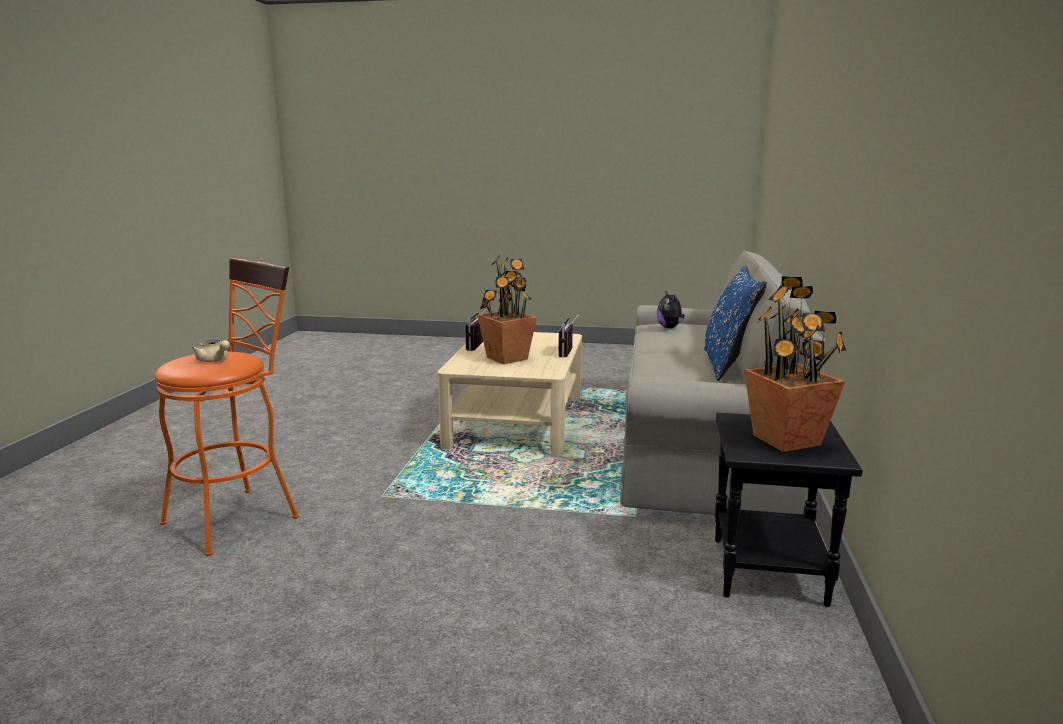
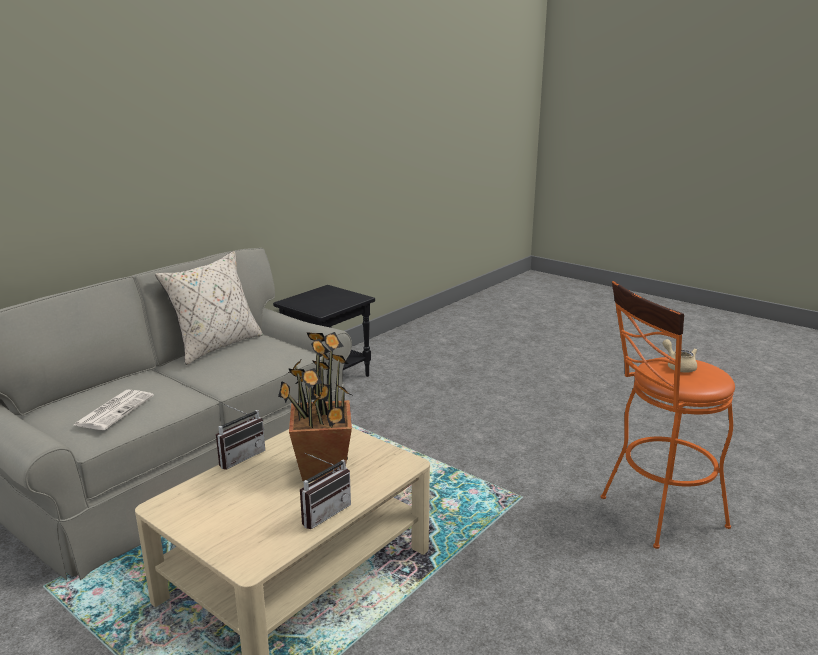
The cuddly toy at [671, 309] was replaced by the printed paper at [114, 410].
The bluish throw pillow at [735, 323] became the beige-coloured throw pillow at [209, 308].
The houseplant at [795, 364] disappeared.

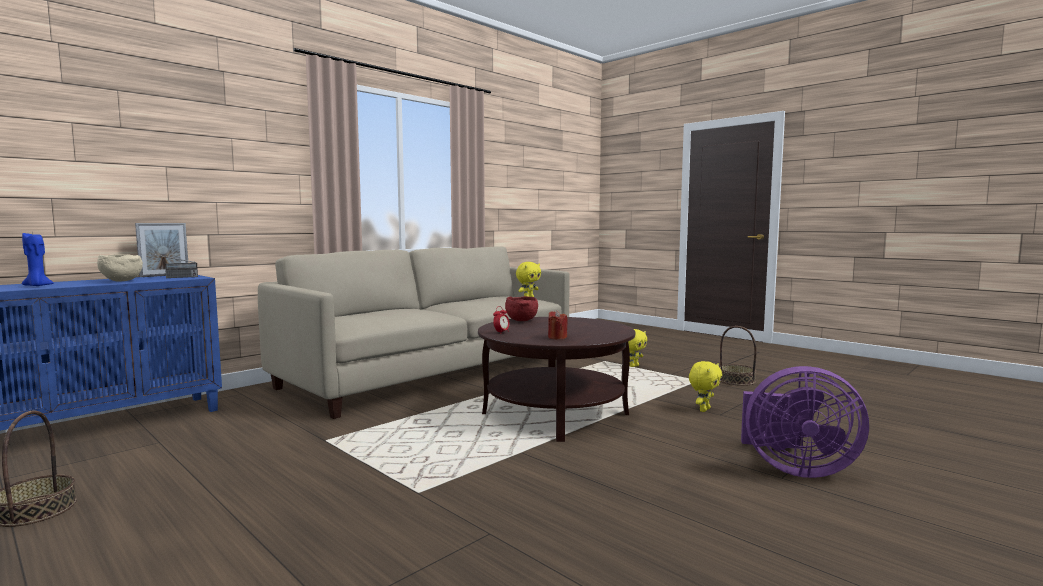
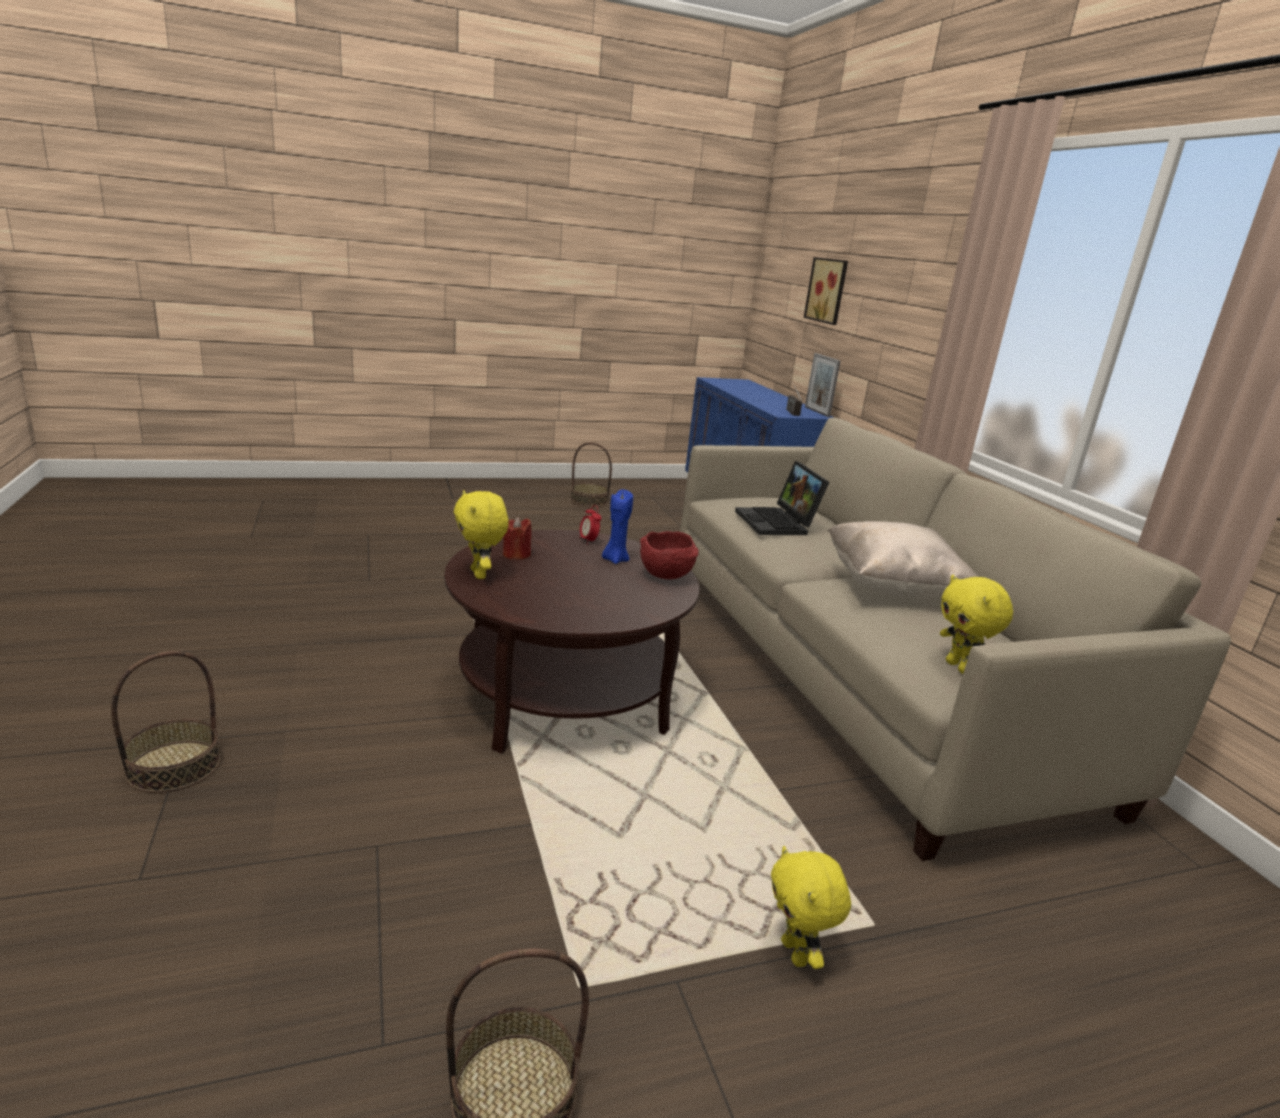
The purple electric fan at [805, 422] was replaced by the storage basket at [165, 722].
The yellow-coloured cuddly toy moved from [705, 386] to [481, 534].
The bluish candle moved from [38, 259] to [617, 526].
The laptop at [782, 498] appeared.
The picture at [826, 291] appeared.
The beige-coloured throw pillow at [903, 560] appeared.
The beige-coloured deep dish at [120, 268] disappeared.

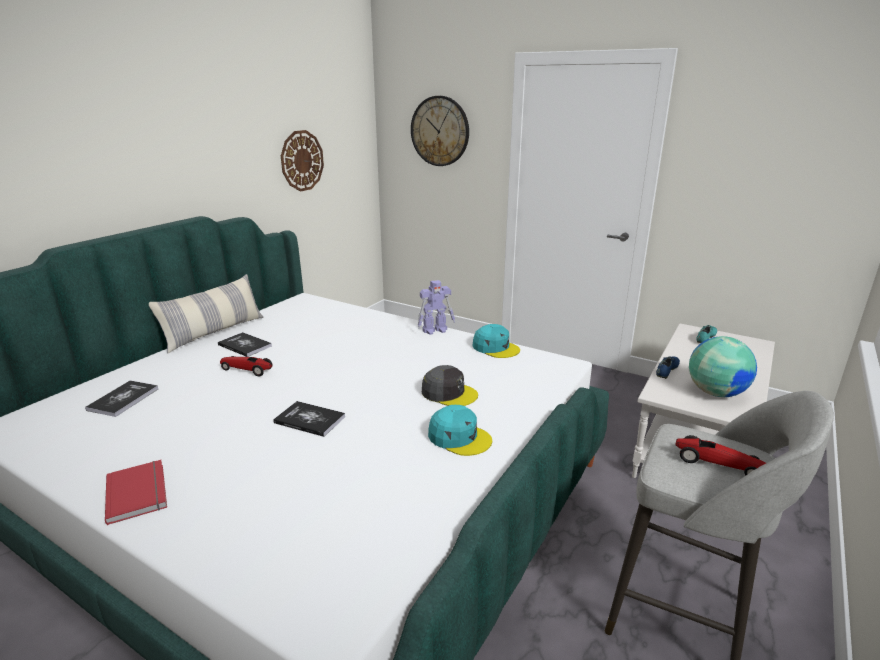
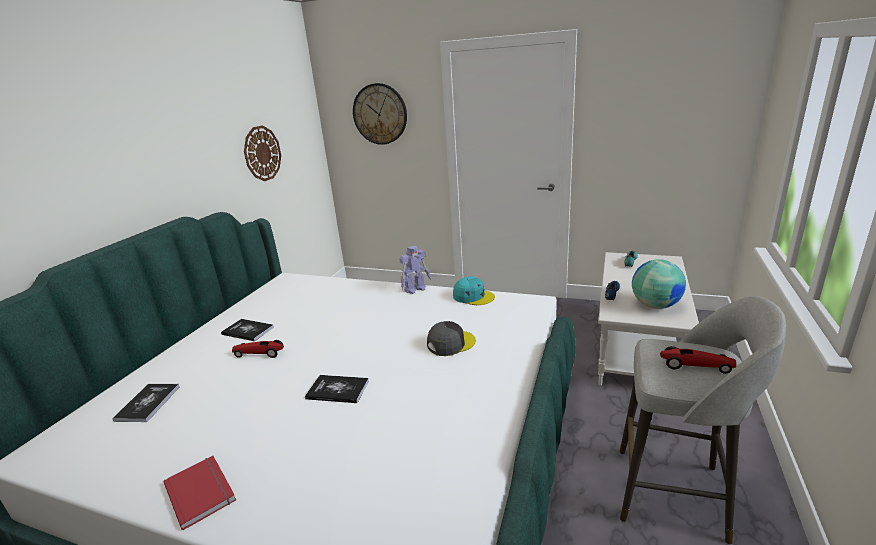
The greyish peaked cap at [450, 385] turned 45 degrees counterclockwise.
The throw pillow at [206, 313] disappeared.
The blue-green peaked cap at [460, 430] disappeared.

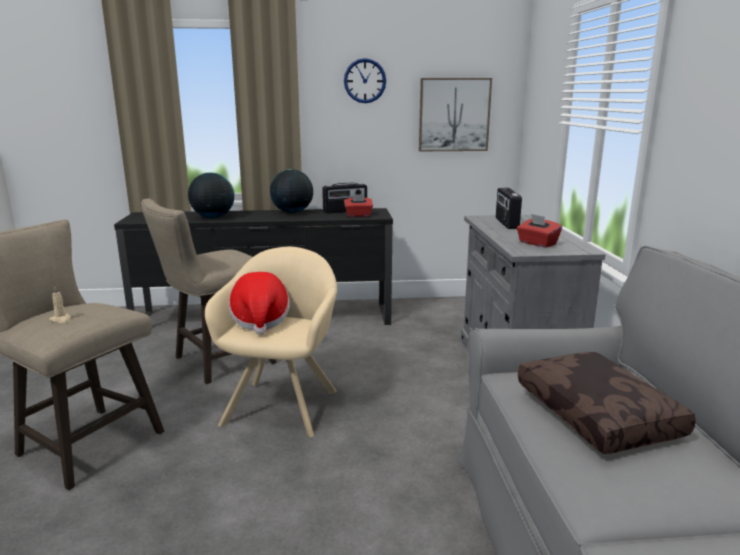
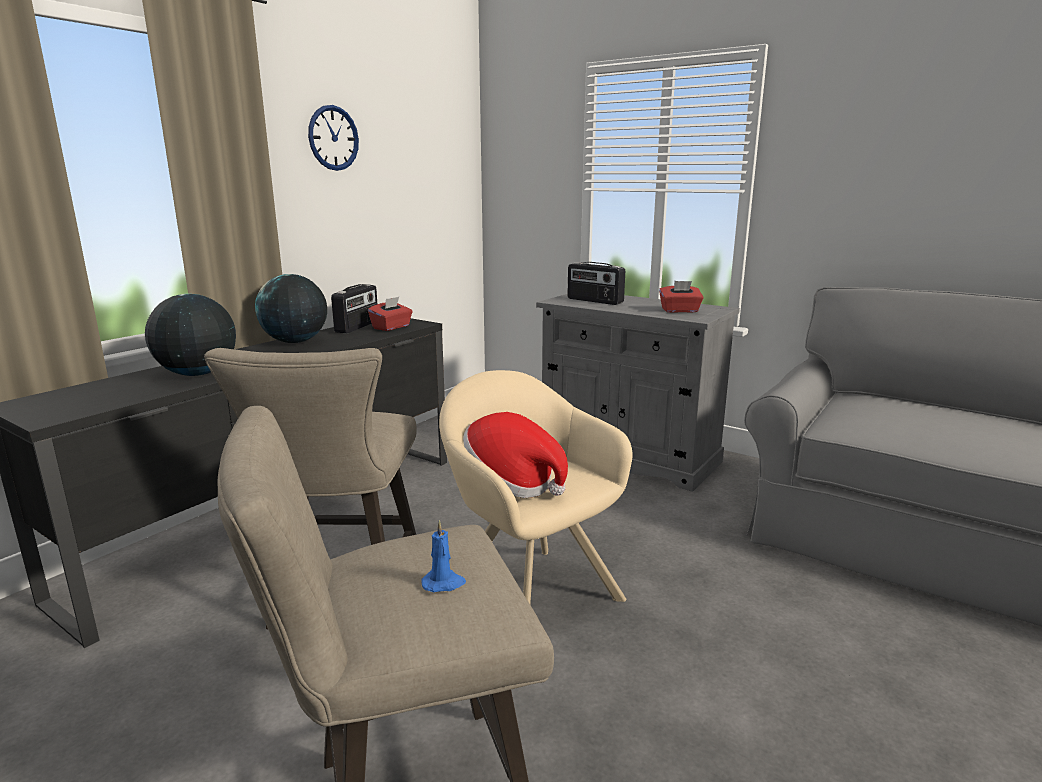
The beige-coloured candle at [60, 305] became the bluish candle at [444, 556].
The picture at [455, 114] disappeared.
The brownish throw pillow at [607, 403] disappeared.

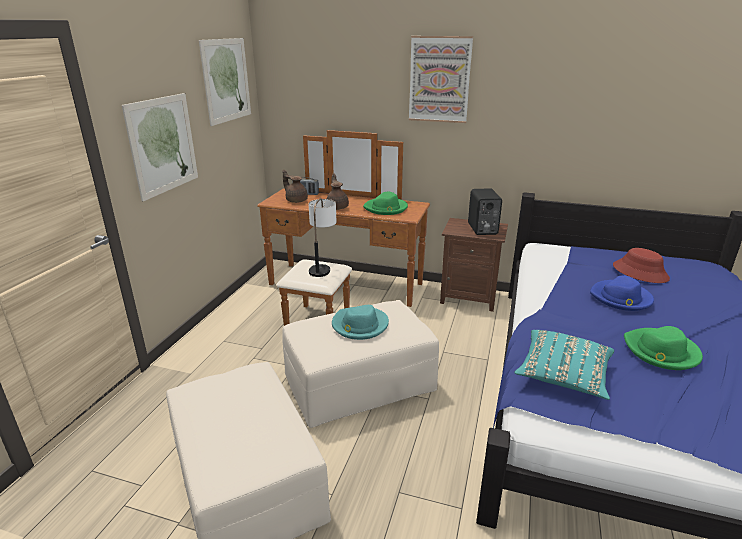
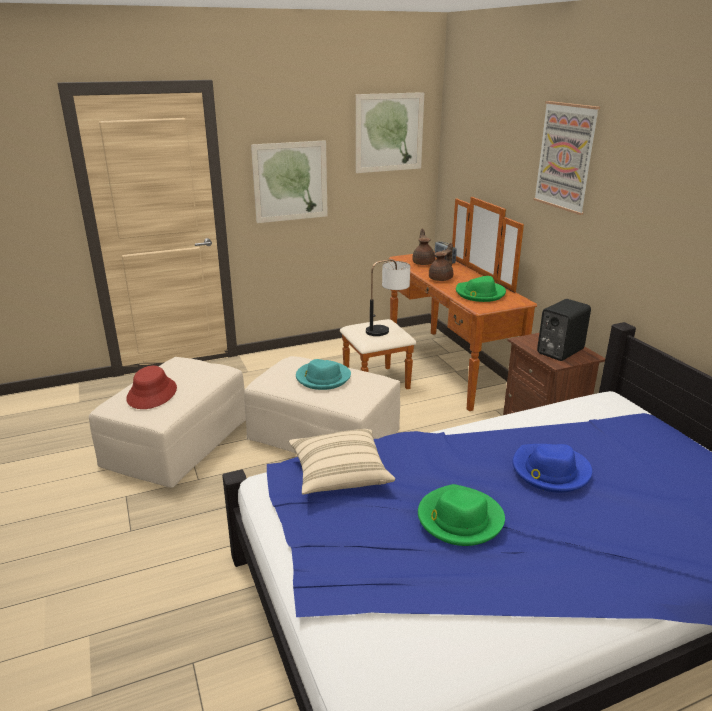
The reddish wearable hat moved from [641, 265] to [151, 387].
The blue-green throw pillow at [564, 365] became the beige-coloured throw pillow at [342, 462].

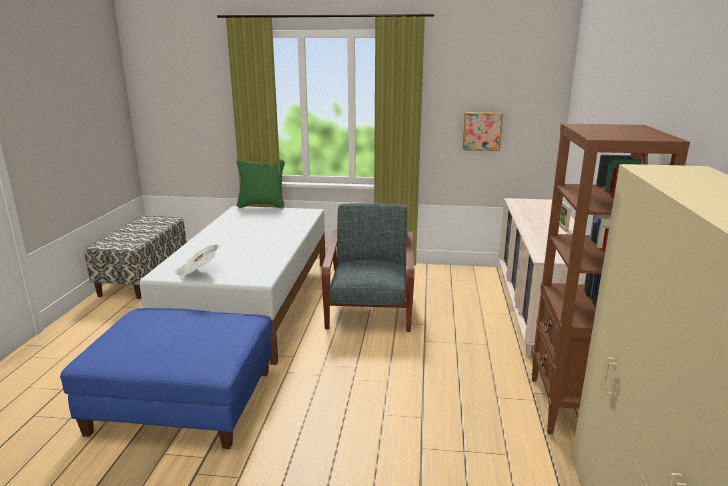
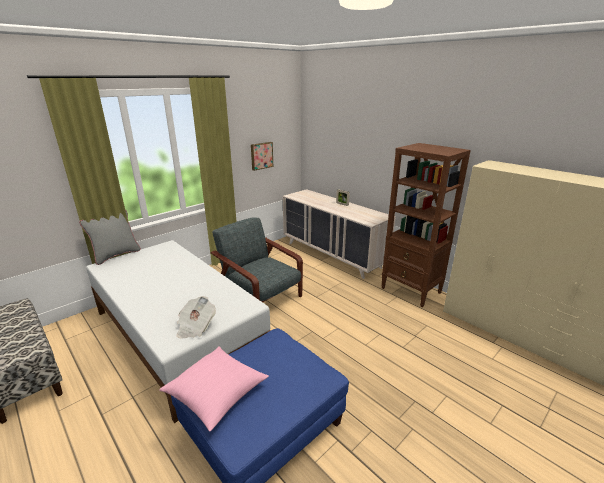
The green-coloured throw pillow at [261, 183] became the greyish throw pillow at [110, 237].
The pink throw pillow at [214, 388] appeared.

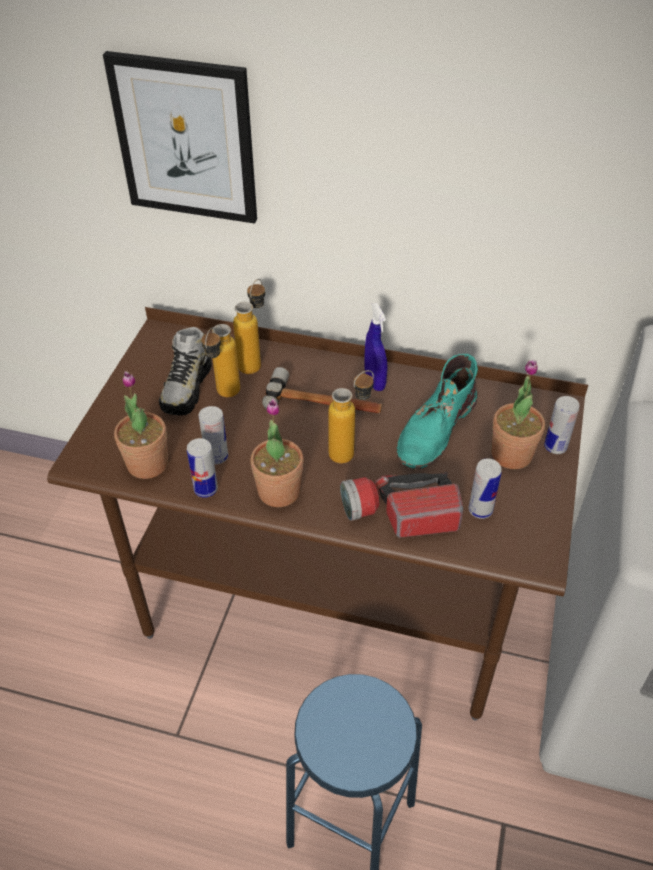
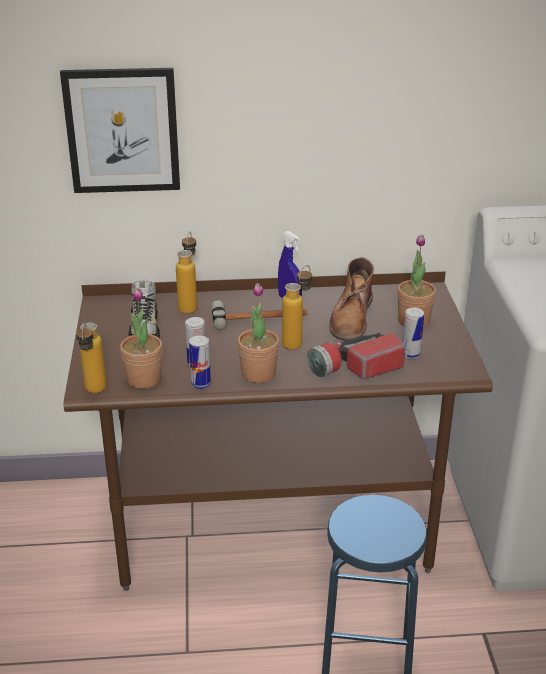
The beverage bottle moved from [220, 360] to [91, 357].
The blue-green boot at [437, 411] became the brownish boot at [351, 299].
The metal can at [561, 425] disappeared.

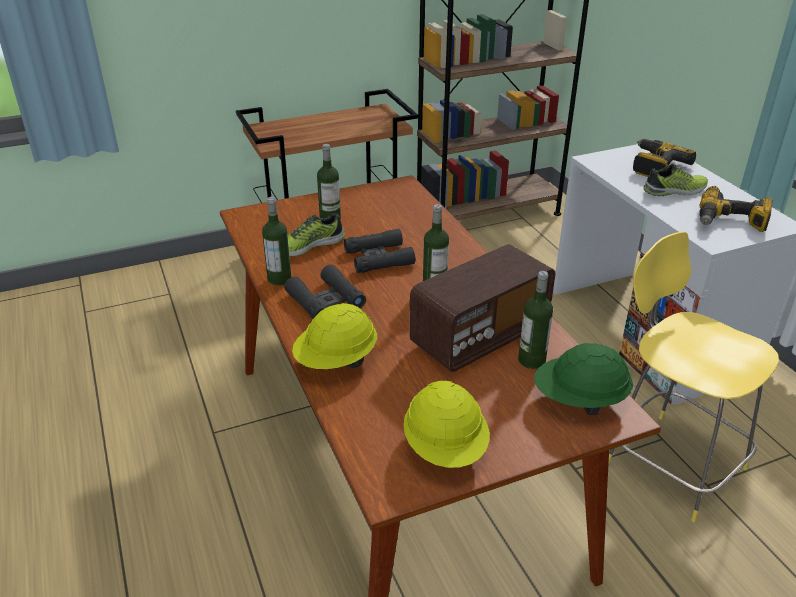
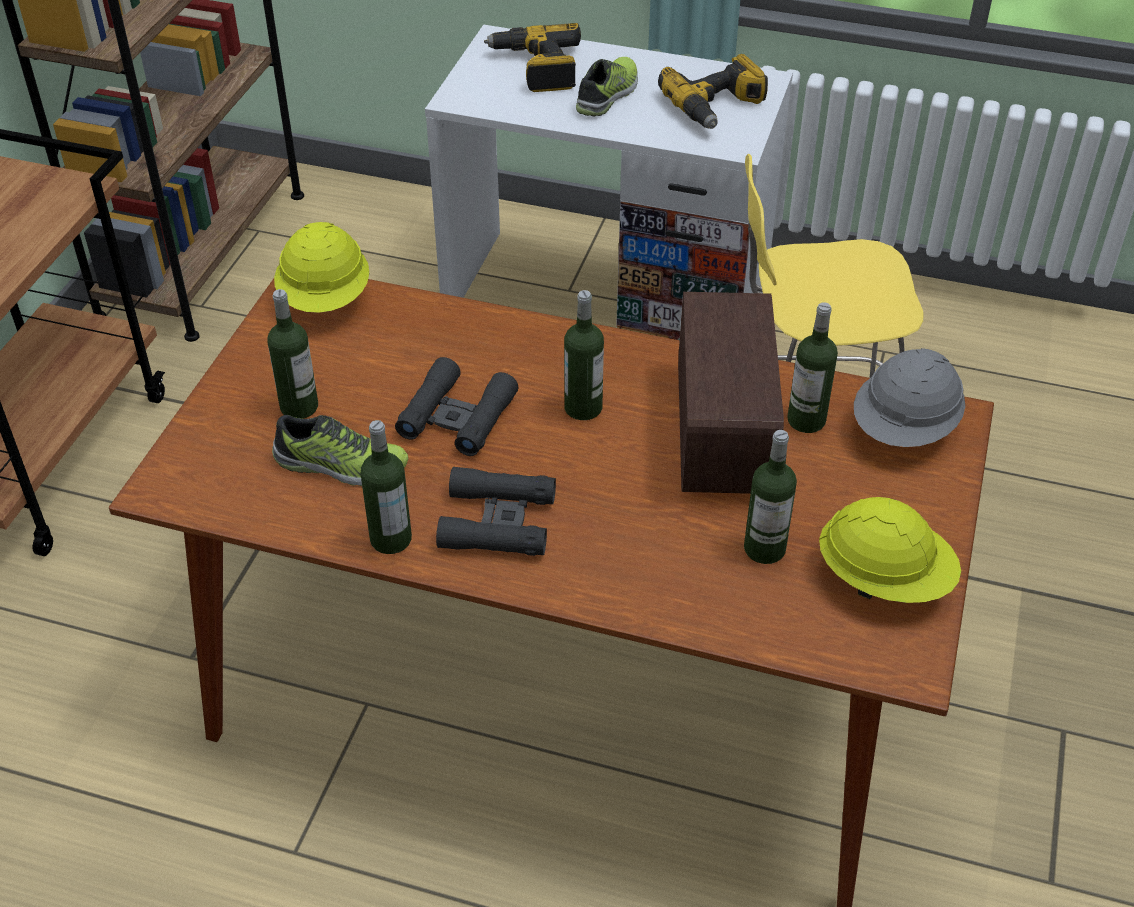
The low shoe at [316, 235] turned 90 degrees counterclockwise.
The yellow-coloured work helmet moved from [334, 336] to [321, 267].
The beverage bottle at [770, 497] appeared.
The green-coloured work helmet at [583, 379] became the greyish work helmet at [909, 397].

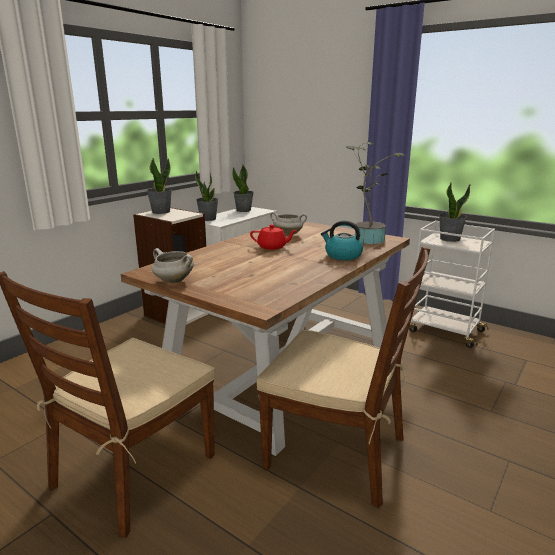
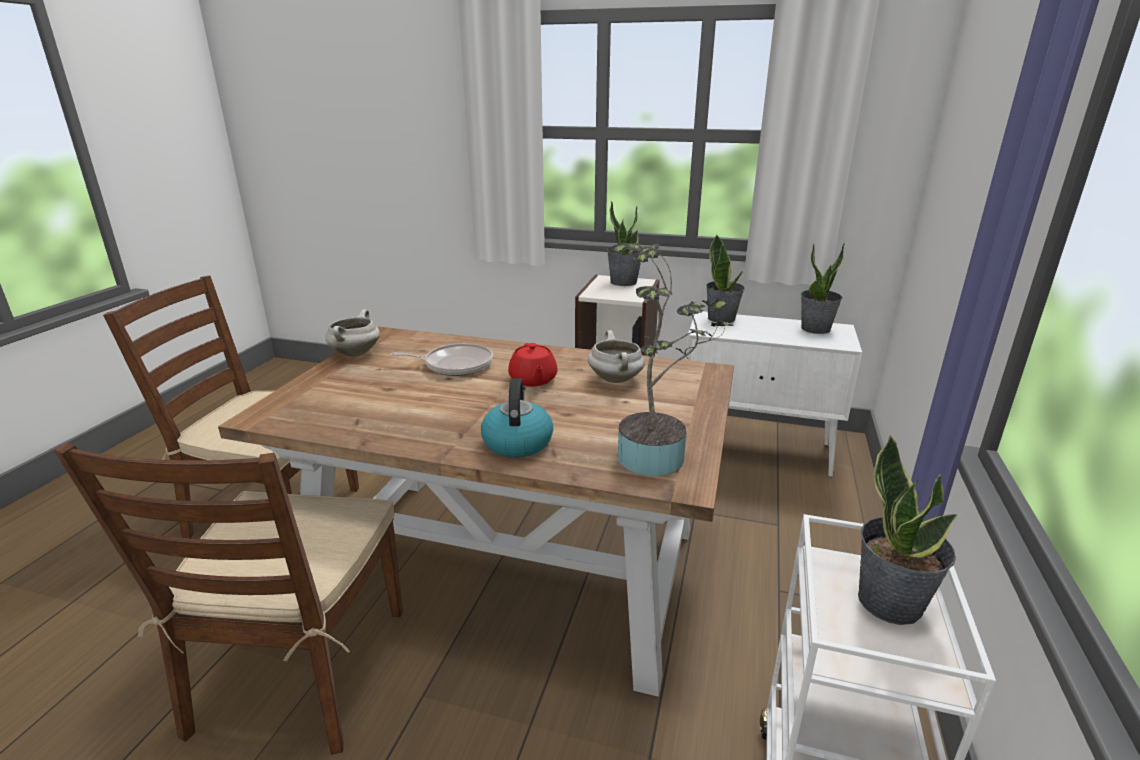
The skillet at [441, 359] appeared.

